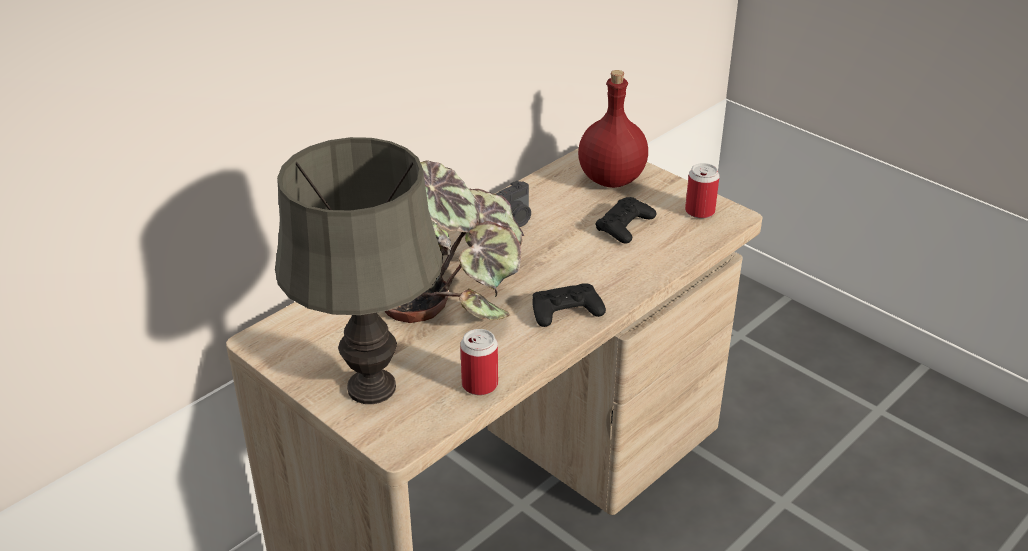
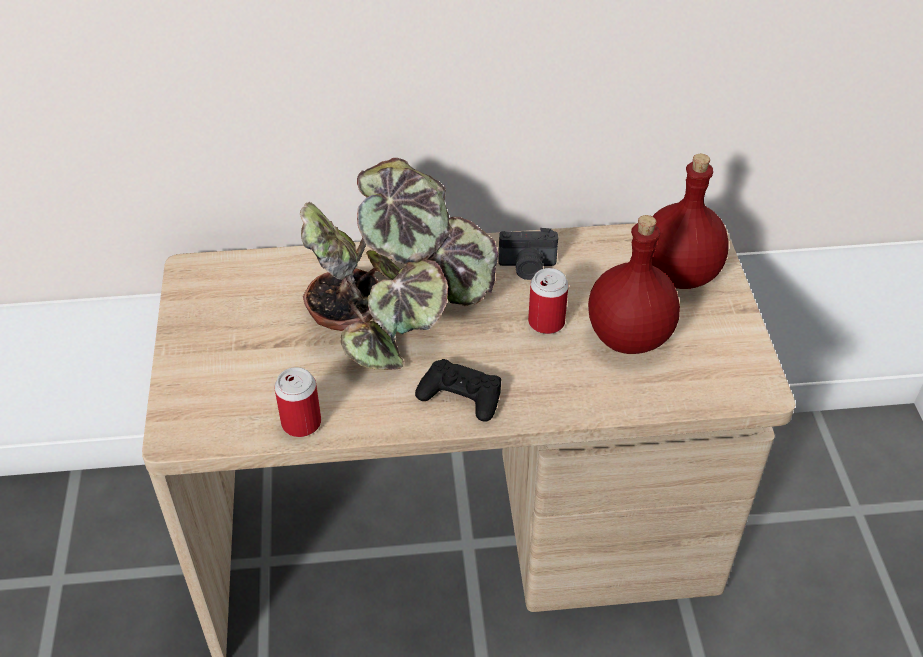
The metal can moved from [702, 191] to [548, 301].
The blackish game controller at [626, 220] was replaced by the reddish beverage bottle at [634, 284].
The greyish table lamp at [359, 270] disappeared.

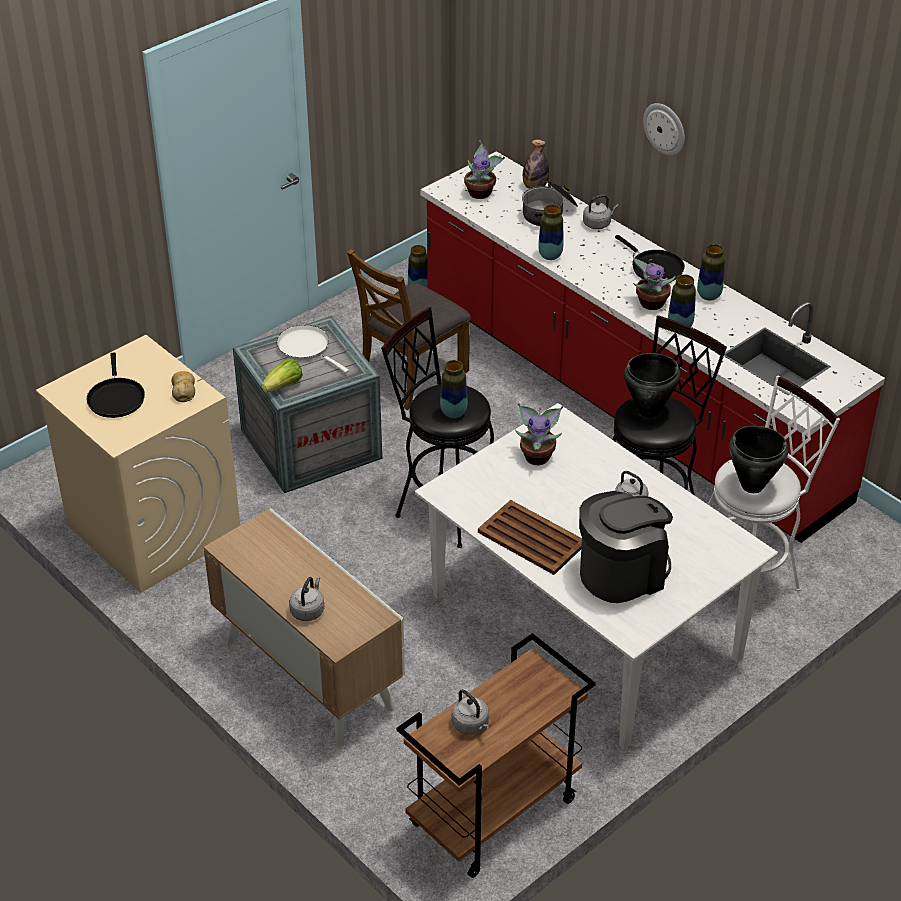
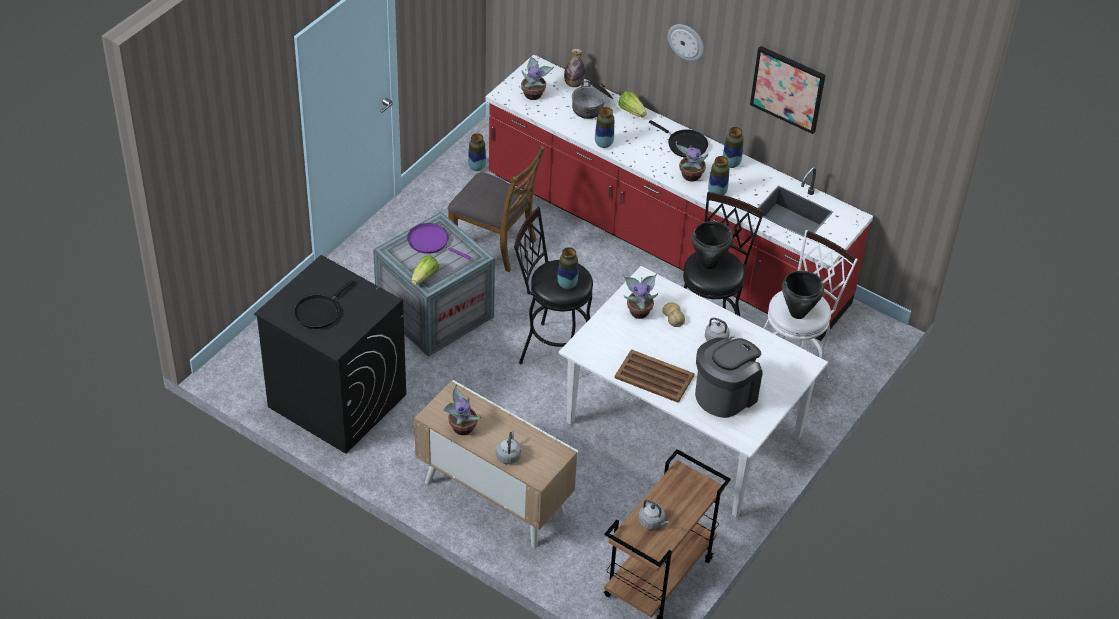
The beige-coloured laundry machine at [138, 464] became the blackish laundry machine at [330, 354].
The blackish skillet at [115, 385] turned 60 degrees clockwise.
The white skillet at [313, 349] became the purple skillet at [439, 241].
The houseplant at [462, 409] appeared.
The brownish plain chair at [409, 329] turned 90 degrees counterclockwise.
The greyish kettle at [601, 212] was replaced by the lettuce at [632, 104].
The baked bread moved from [183, 386] to [673, 315].
The picture at [787, 90] appeared.

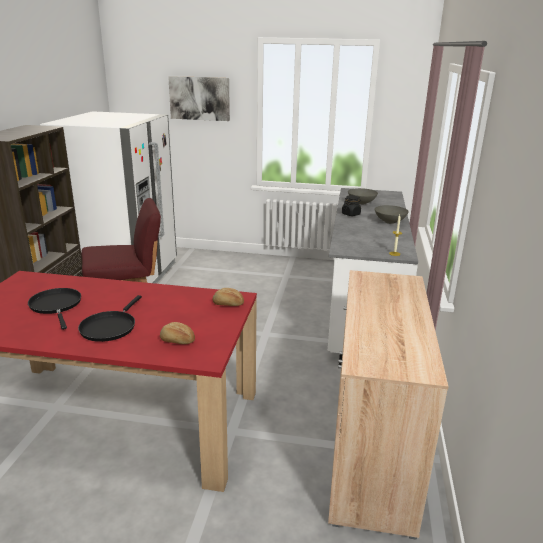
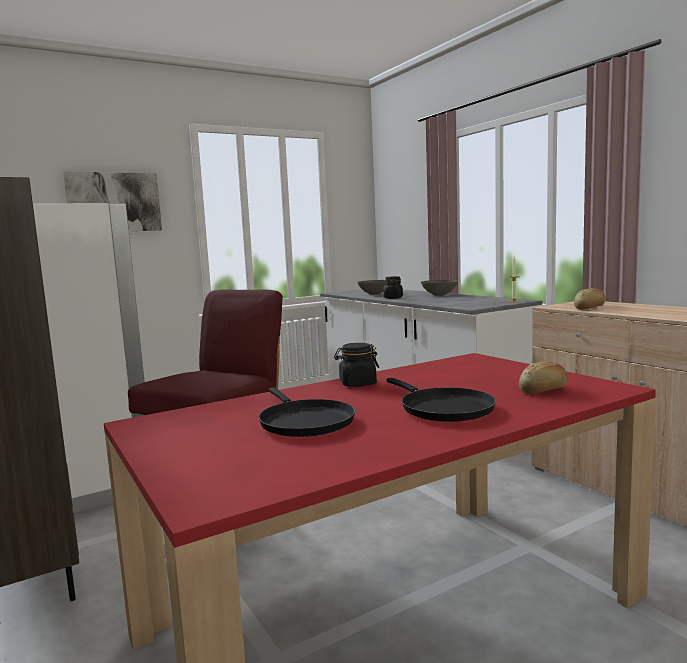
The blackish skillet at [54, 309] turned 135 degrees counterclockwise.
The blackish storage jar at [356, 365] appeared.
The baked bread moved from [228, 297] to [590, 299].

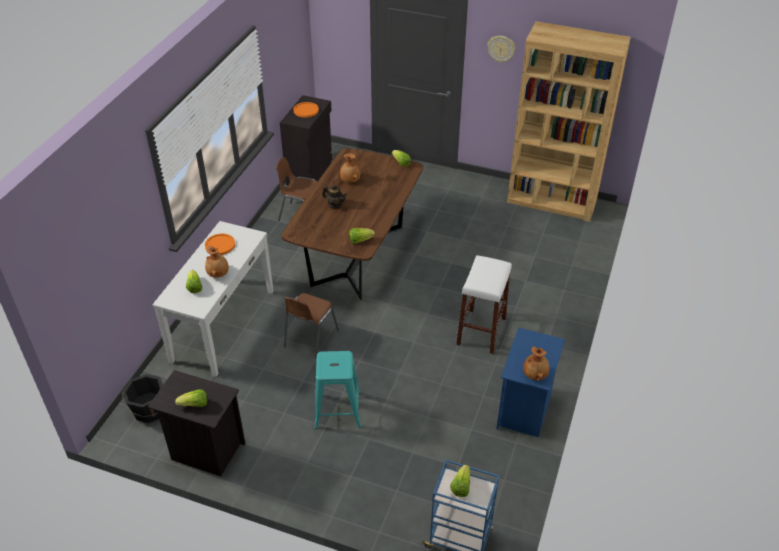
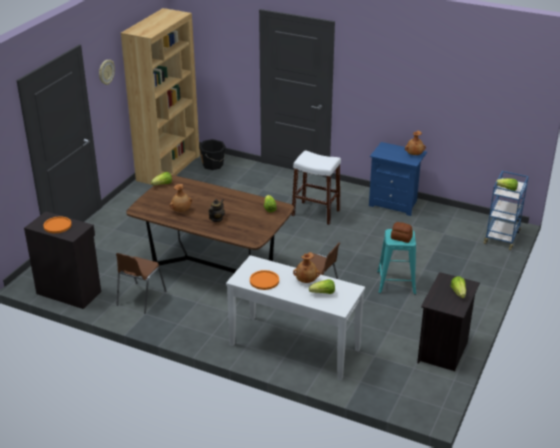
The blackish water bucket moved from [142, 398] to [212, 154].
The baked bread at [402, 232] appeared.

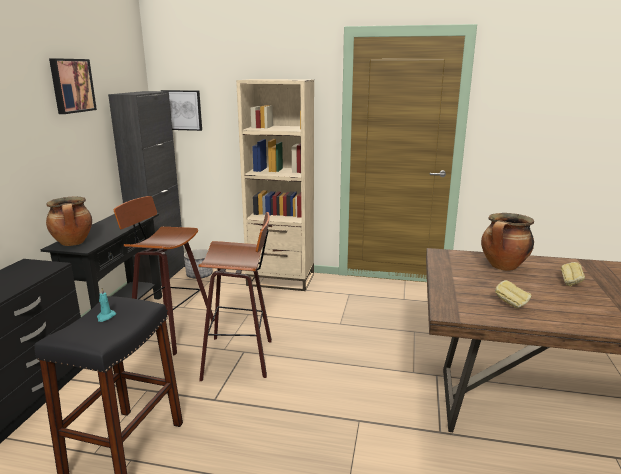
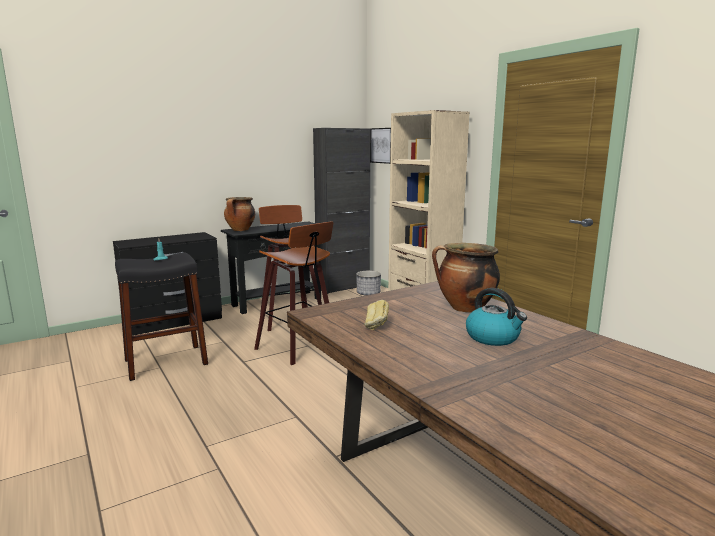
The baked bread at [573, 274] was replaced by the kettle at [496, 317].
The picture at [73, 86] disappeared.

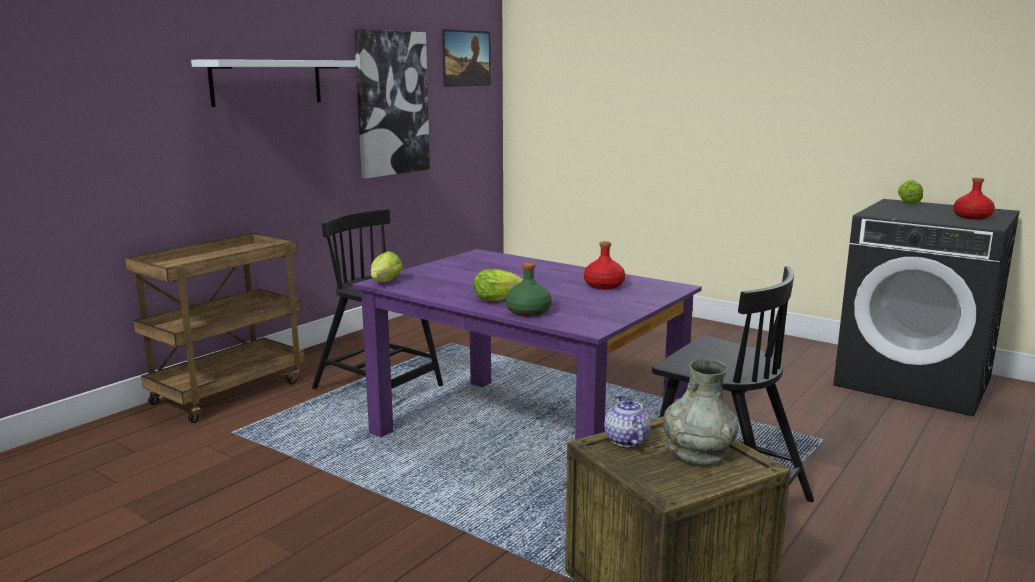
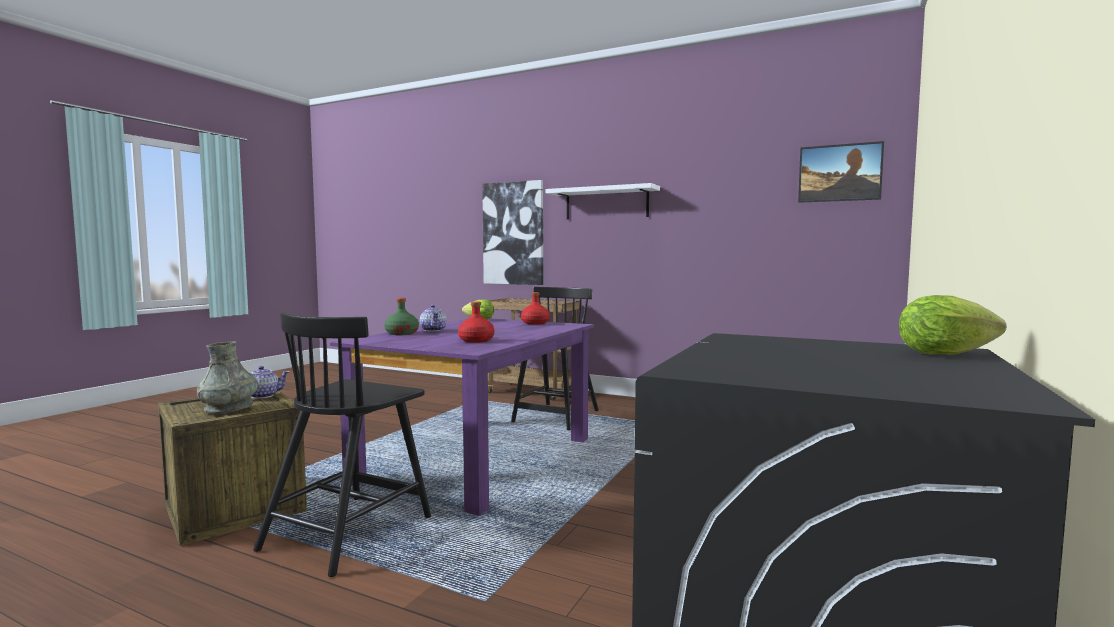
The lettuce at [498, 285] was replaced by the teapot at [433, 318].
The picture moved from [392, 103] to [512, 232].
The reddish beverage bottle moved from [974, 198] to [535, 308].

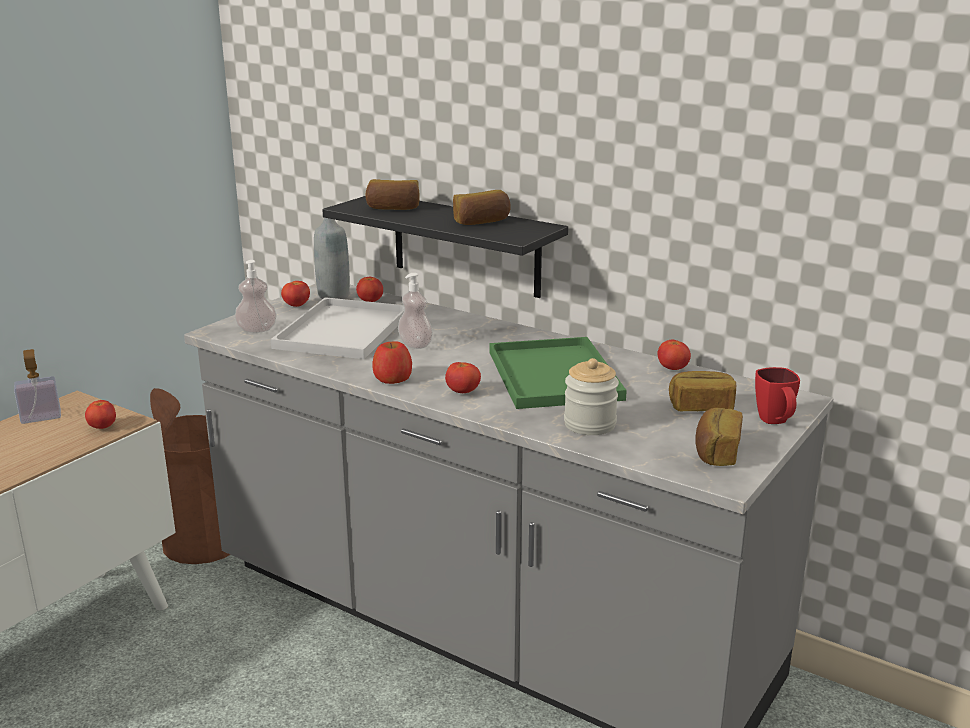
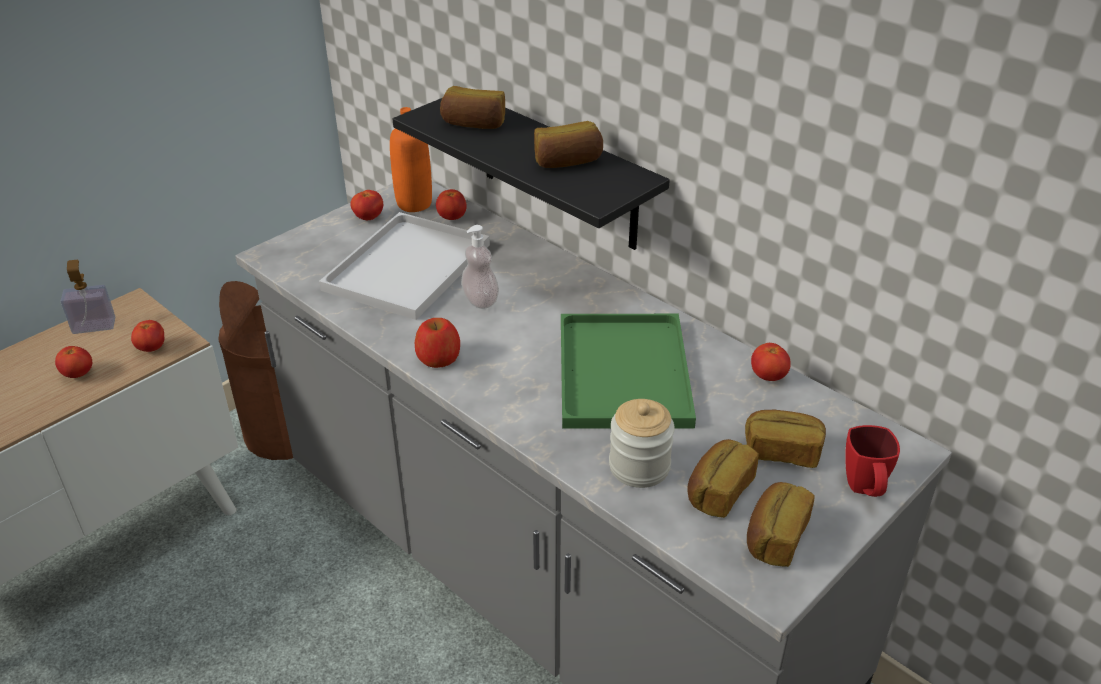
The whole tomato moved from [463, 377] to [73, 362].
The greyish beverage bottle at [332, 253] became the orange beverage bottle at [411, 159].
The baked bread at [723, 478] appeared.
The soap bottle at [256, 296] disappeared.

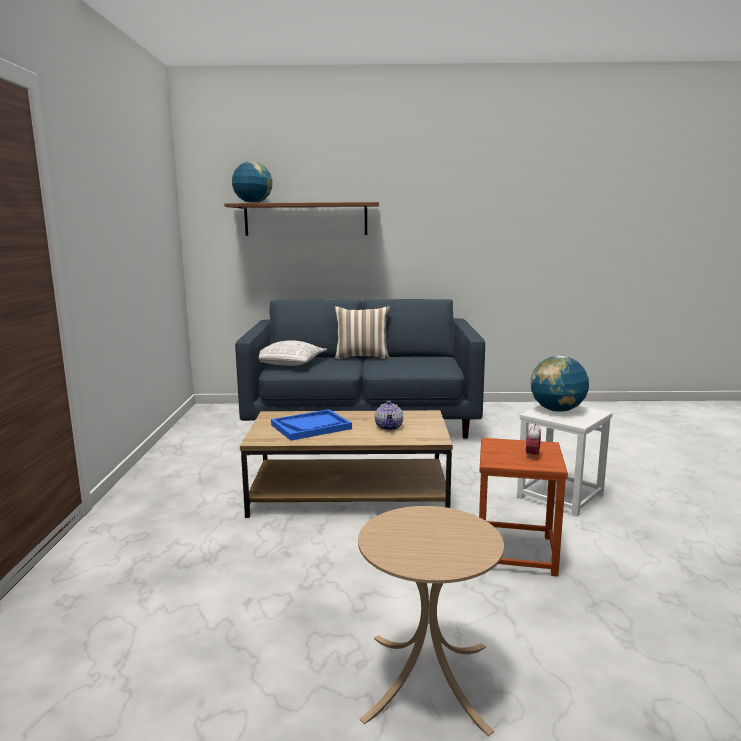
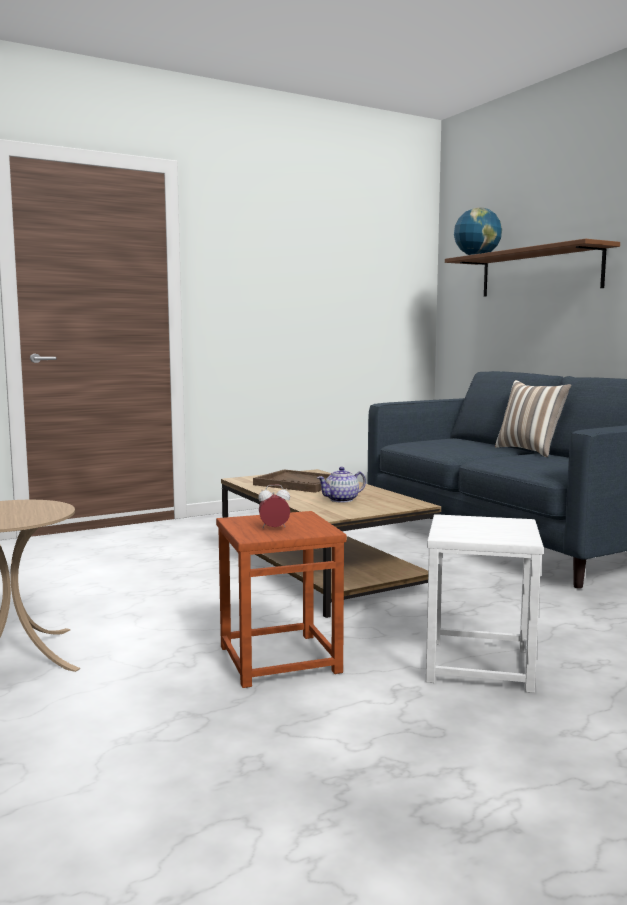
The bluish carrying tray at [311, 425] became the brownish carrying tray at [292, 481].
The throw pillow at [293, 353] disappeared.
The world globe at [560, 384] disappeared.

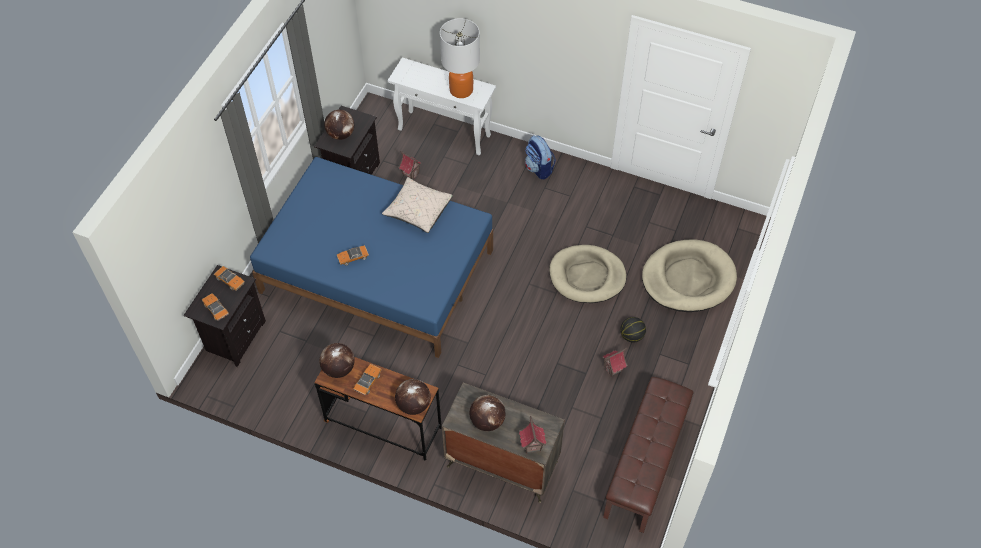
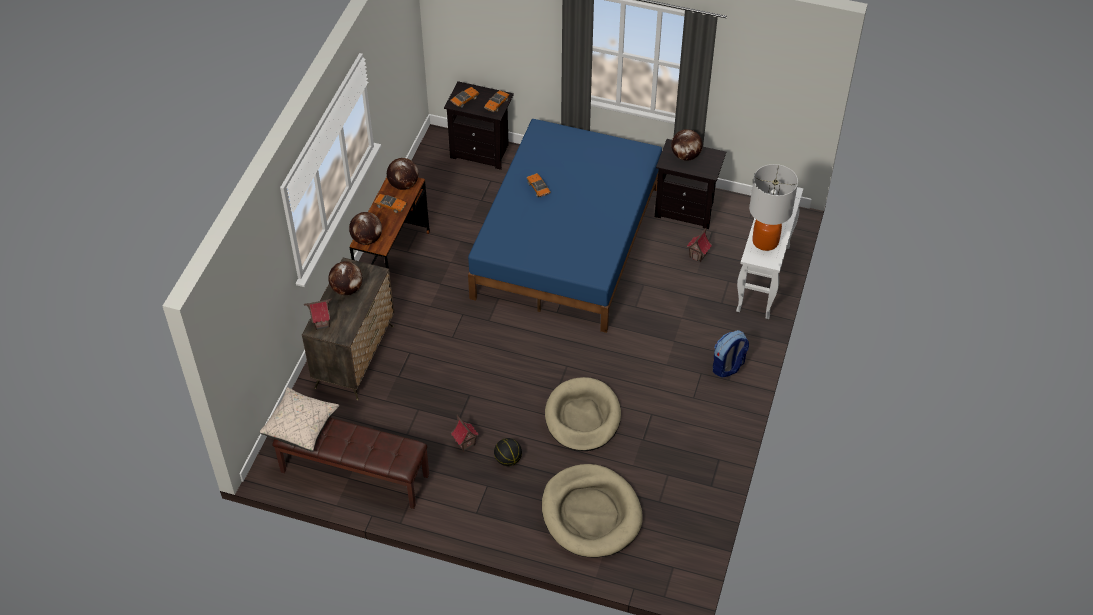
The beige-coloured throw pillow moved from [417, 205] to [299, 419].

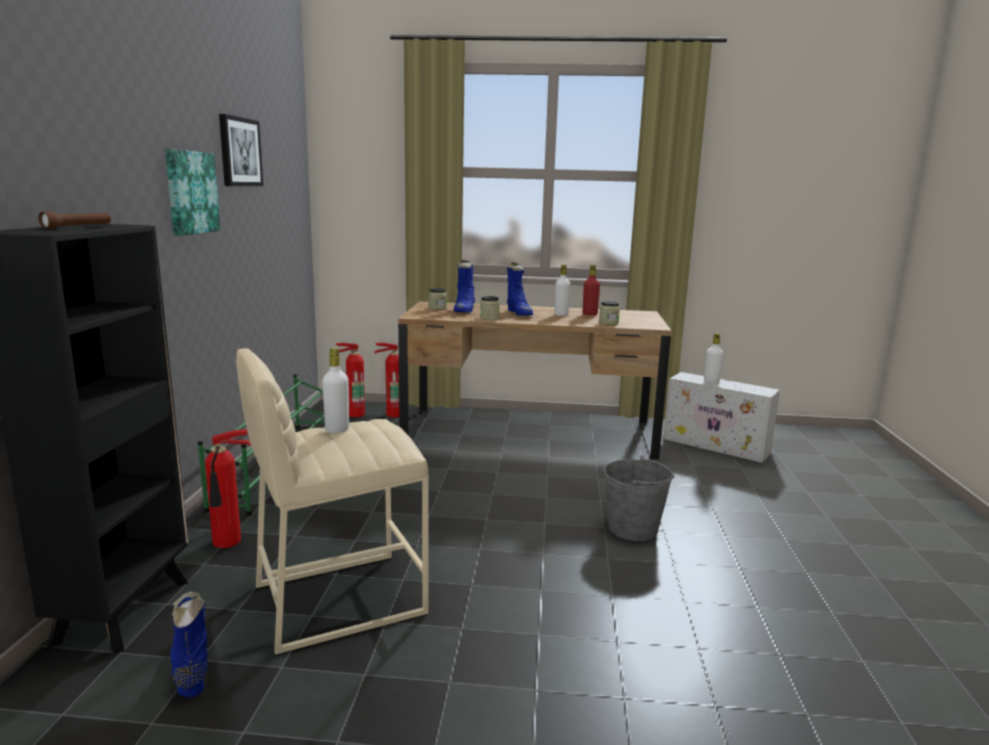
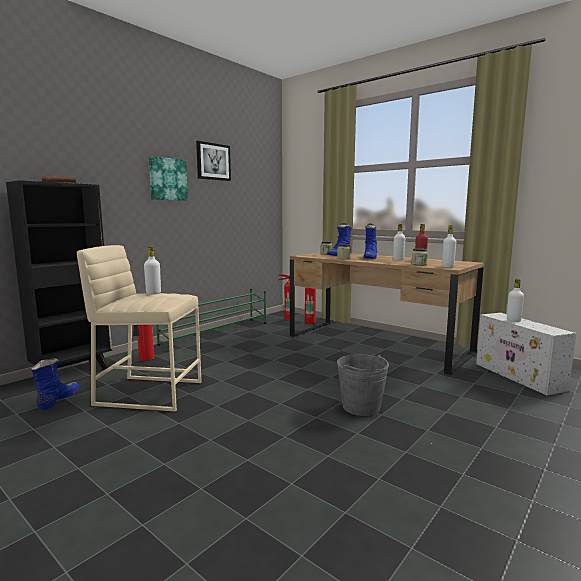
The white beverage bottle at [449, 246] appeared.

